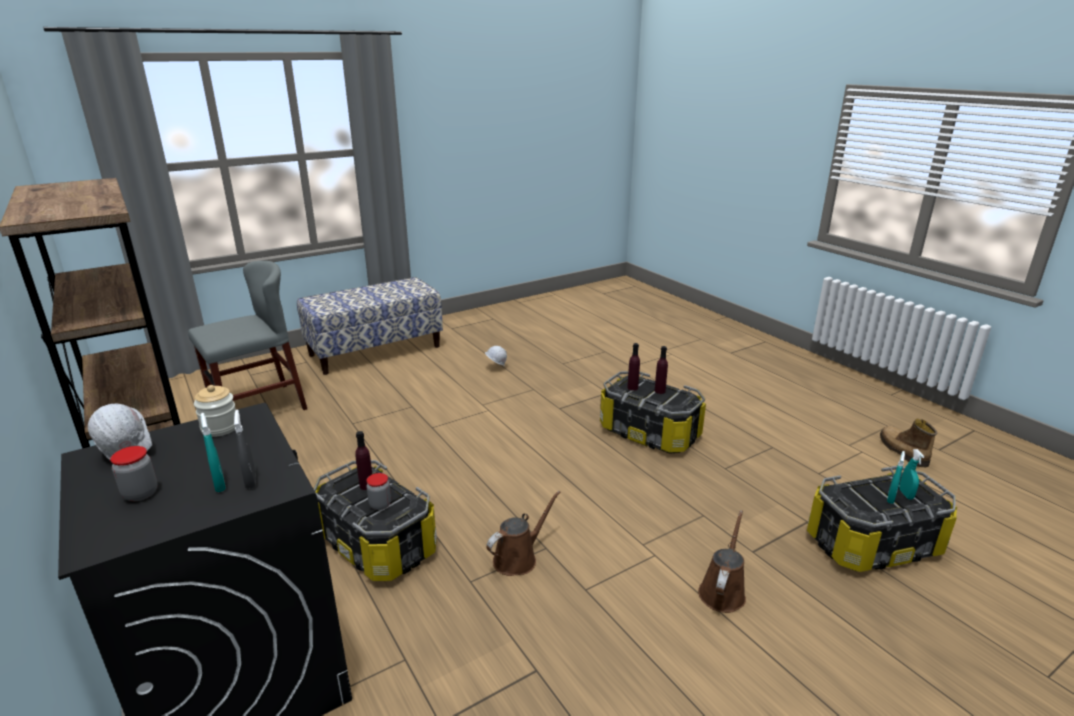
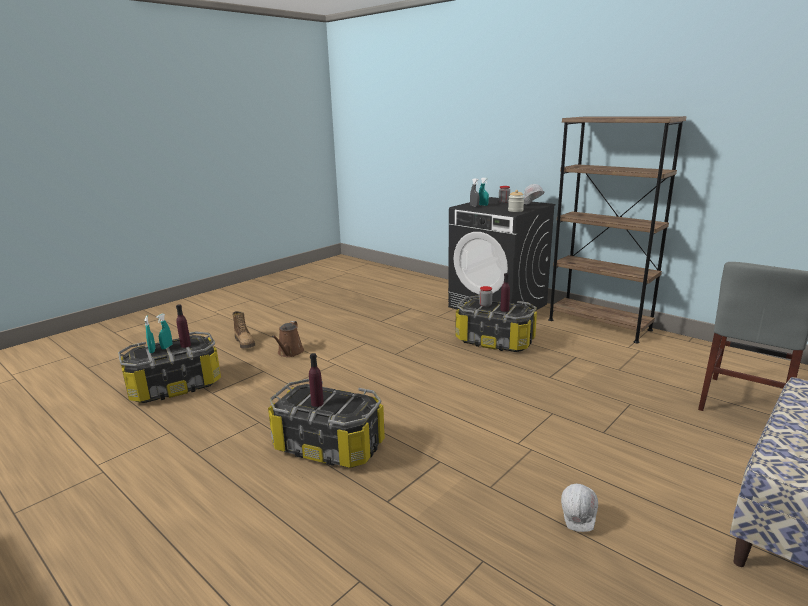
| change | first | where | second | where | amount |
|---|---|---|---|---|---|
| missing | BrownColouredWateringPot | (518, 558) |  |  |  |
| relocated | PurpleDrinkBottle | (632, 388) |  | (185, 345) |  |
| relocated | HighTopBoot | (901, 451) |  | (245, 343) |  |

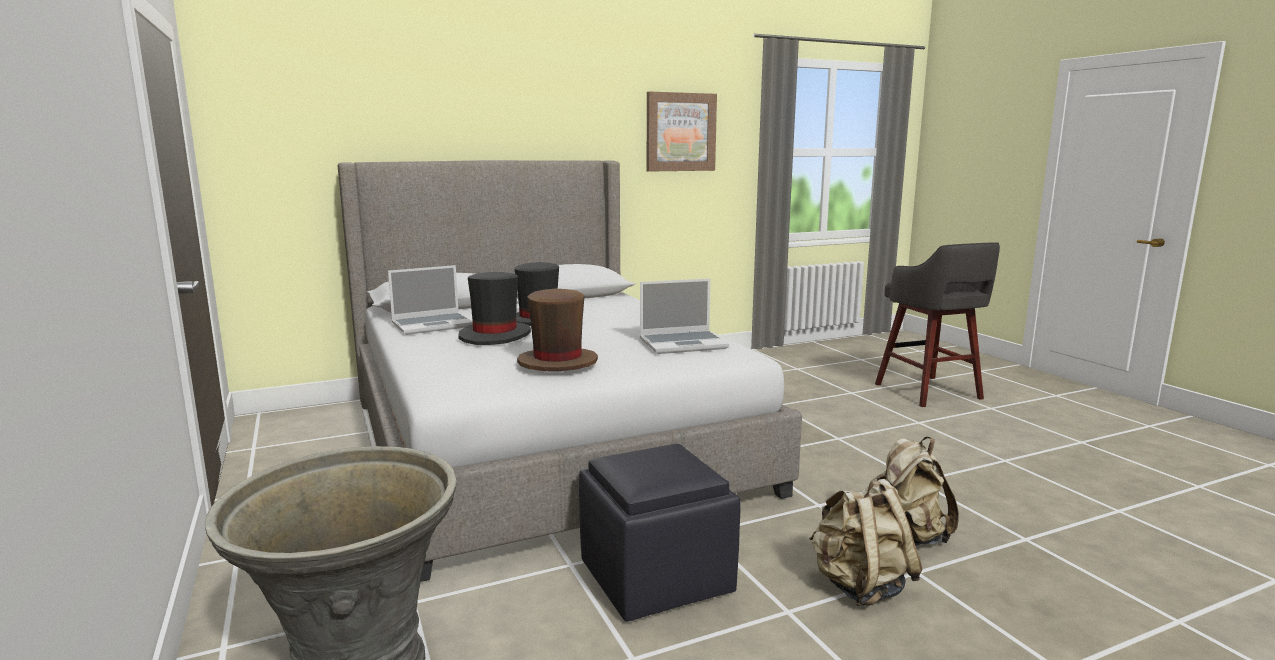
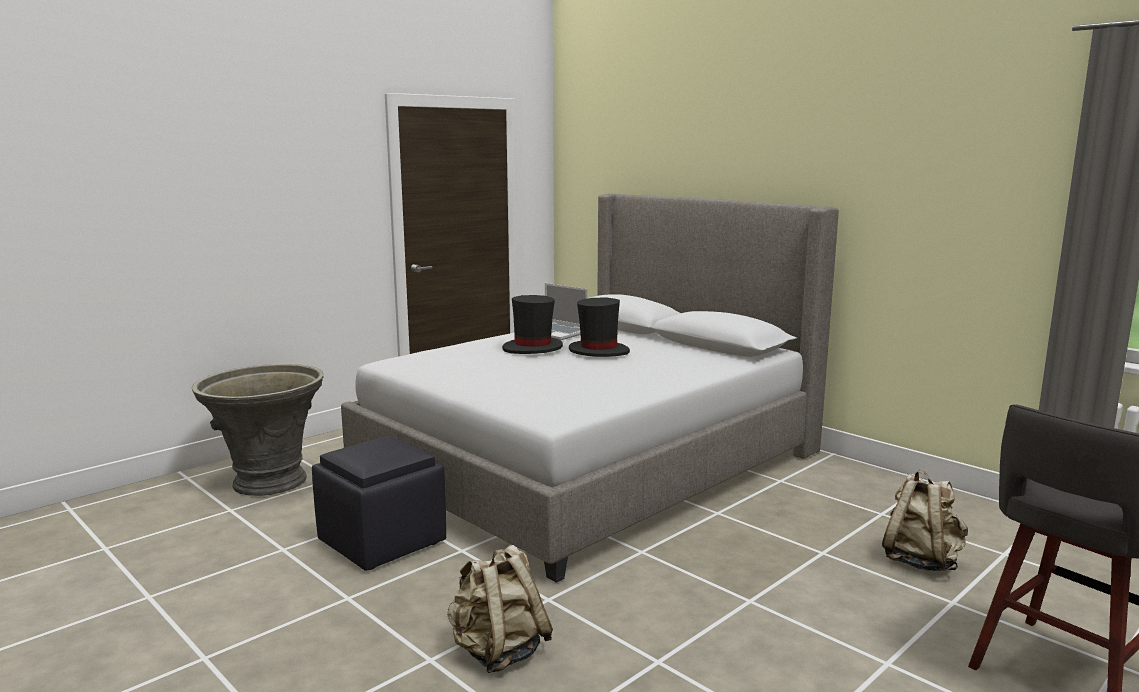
| change | first | where | second | where | amount |
|---|---|---|---|---|---|
| missing | BrownColouredClothingHat | (557, 362) |  |  |  |
| missing | Laptop | (683, 344) |  |  |  |
| missing | Picture | (680, 132) |  |  |  |
| relocated | SandColouredBackpack | (860, 586) |  | (920, 561) |  |

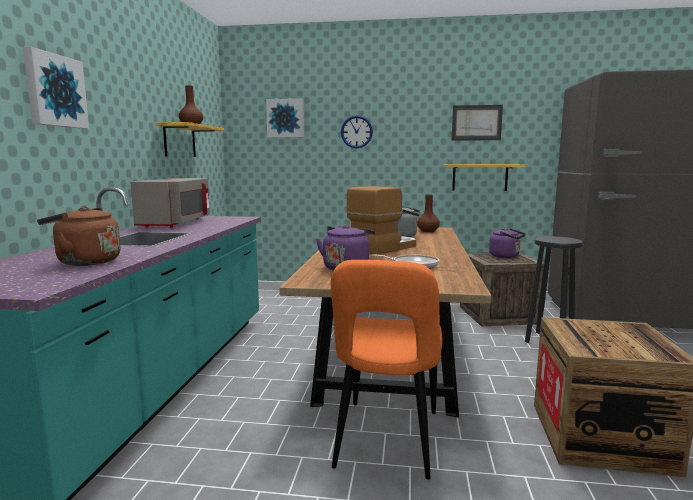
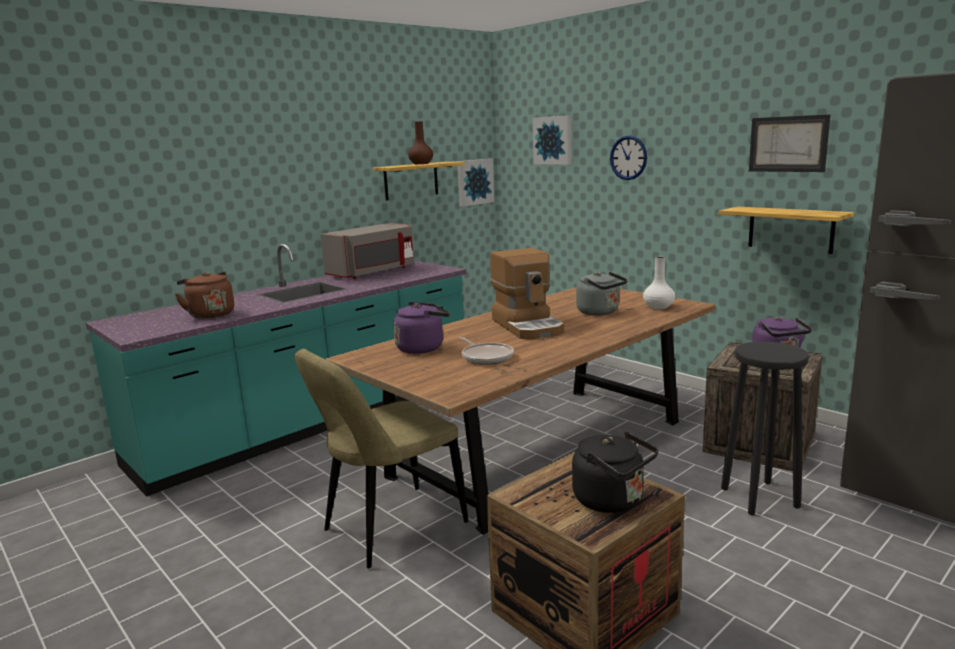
| change | first | where | second | where | amount |
|---|---|---|---|---|---|
| relocated | Picture | (54, 91) |  | (474, 182) |  |
| colour | OrangeColouredPlainChair | (386, 442) | SandColouredPlainChair | (389, 528) |  |
| spun | CoffeeBrewer | (382, 247) |  | (528, 326) | 75 degrees clockwise |
| colour | BrownColouredFlowerVase | (427, 231) | WhiteFlowerVase | (658, 307) |  |
| appeared |  |  | BlackColouredKettle | (612, 501) |  |

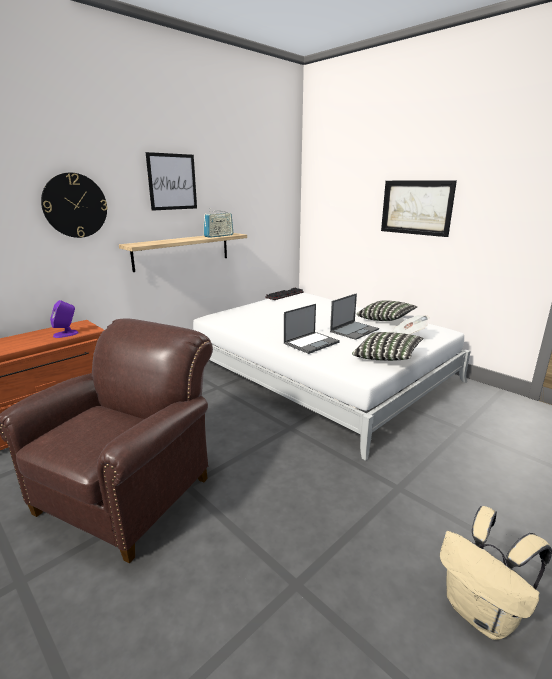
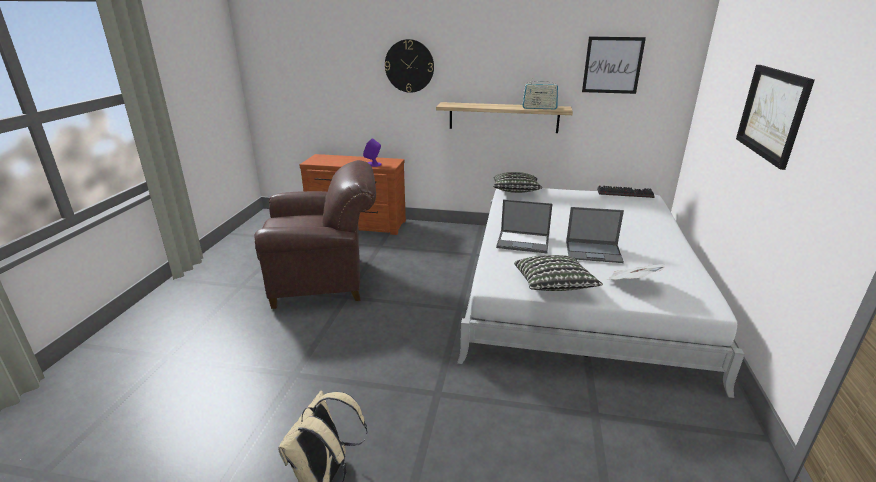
| change | first | where | second | where | amount |
|---|---|---|---|---|---|
| relocated | Picture | (172, 182) |  | (612, 65) |  |
| relocated | ThrowPillow | (385, 320) |  | (515, 192) |  |

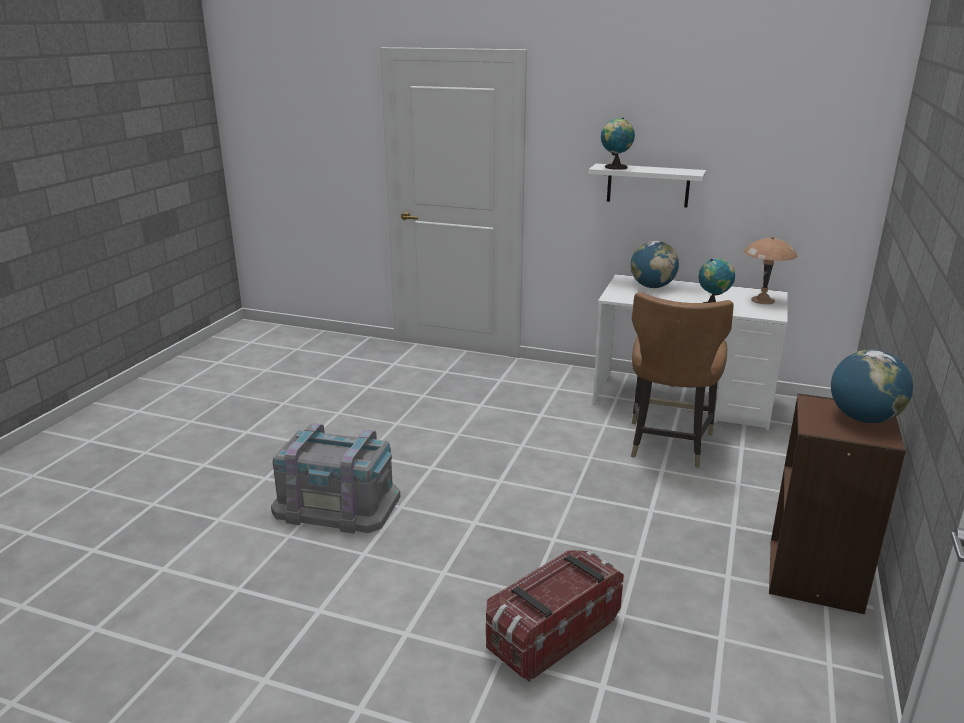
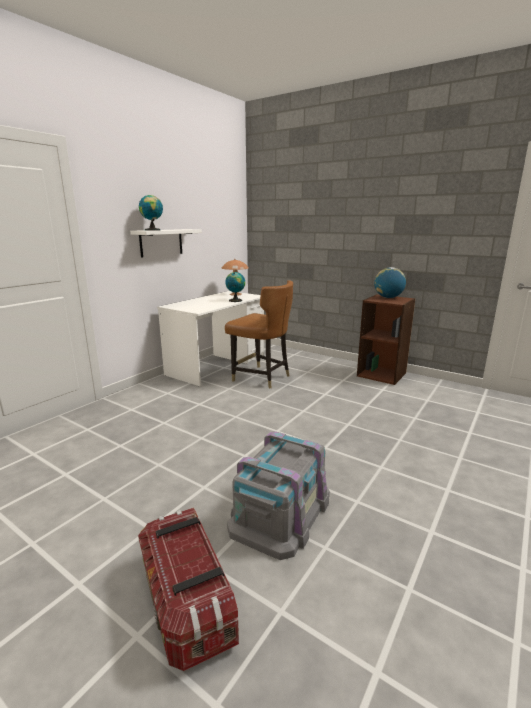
| change | first | where | second | where | amount |
|---|---|---|---|---|---|
| relocated | StorageBox | (552, 633) |  | (187, 602) |  |
| missing | Globe | (652, 287) |  |  |  |

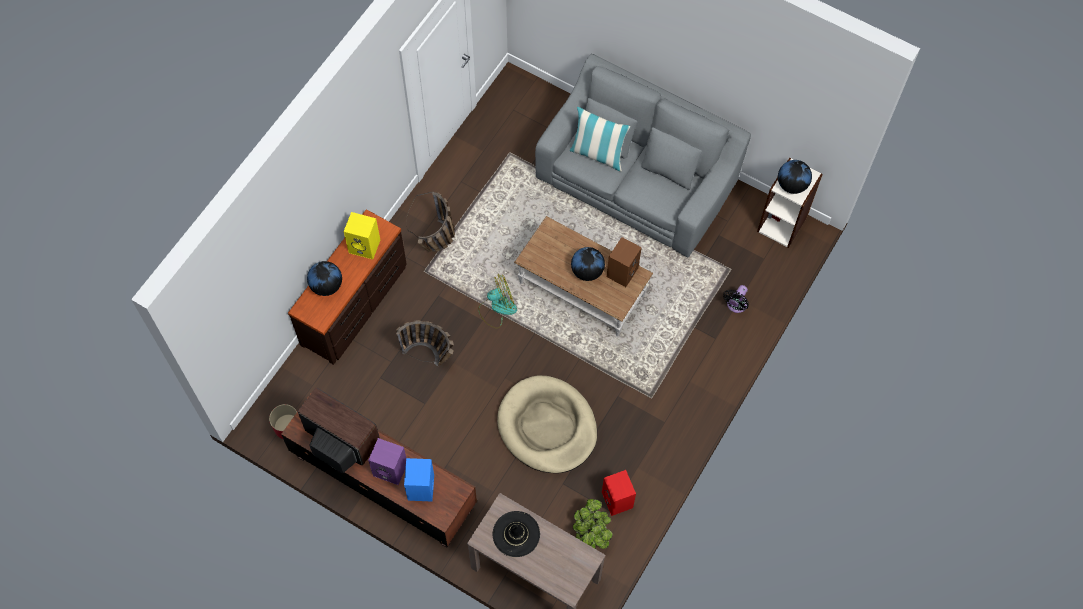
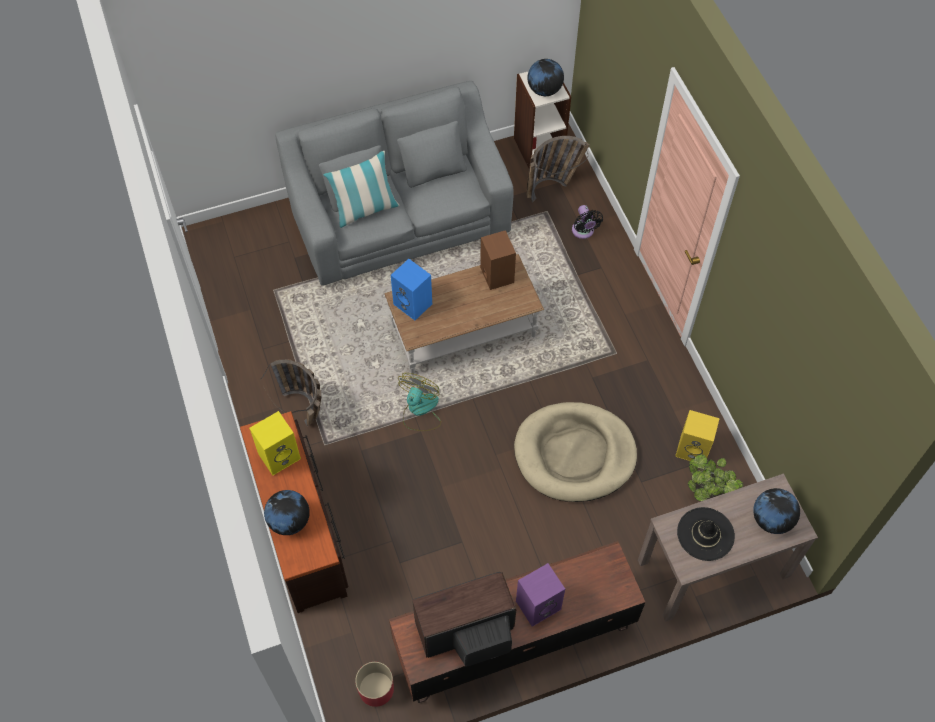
| change | first | where | second | where | amount |
|---|---|---|---|---|---|
| relocated | Basket | (430, 357) |  | (553, 186) |  |
| relocated | BlueColouredLoudspeaker | (421, 488) |  | (414, 304) |  |
| relocated | Globe | (587, 271) |  | (771, 519) |  |
| colour | RedLoudspeaker | (618, 500) | YellowLoudspeaker | (693, 449) |  |

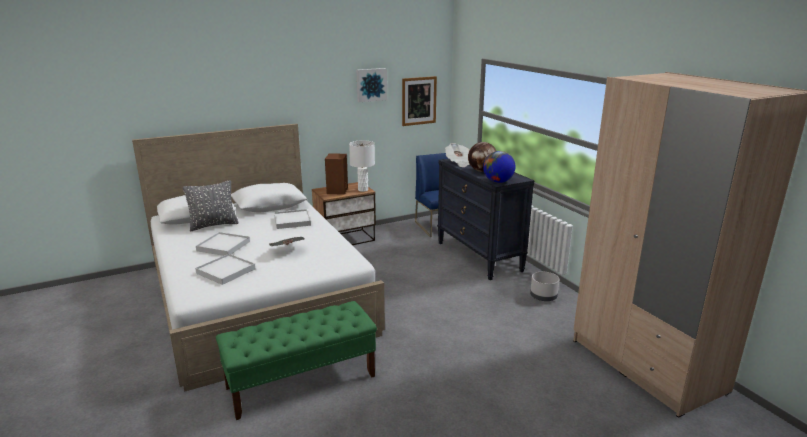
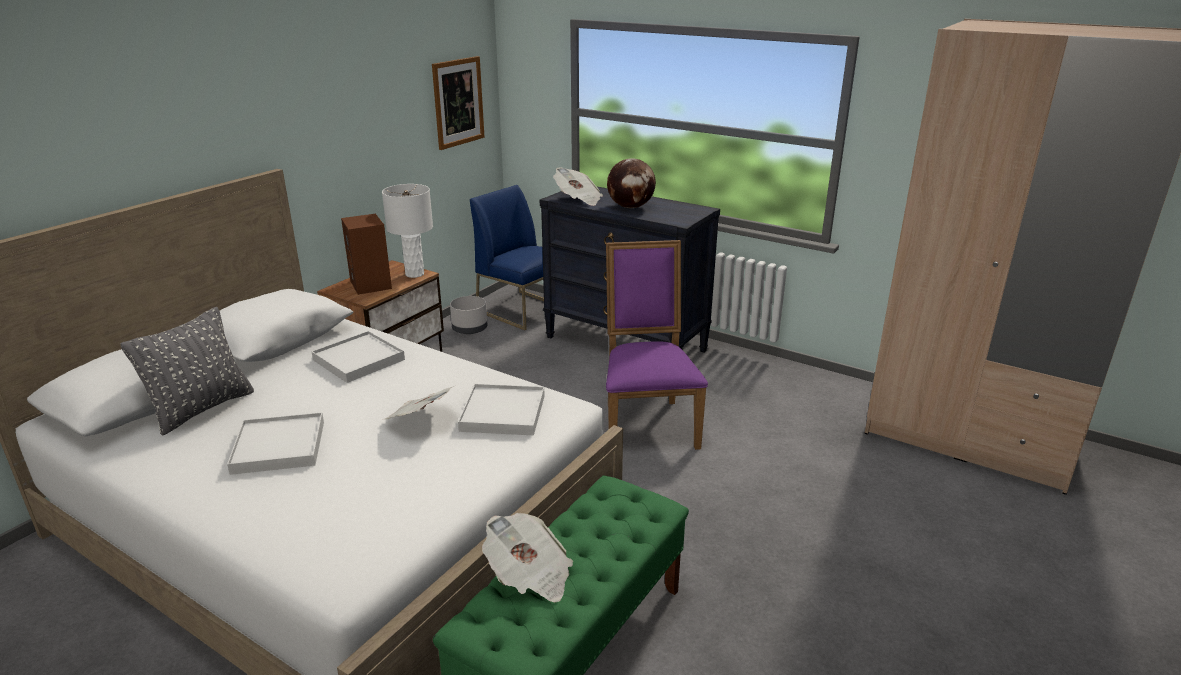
| change | first | where | second | where | amount |
|---|---|---|---|---|---|
| relocated | WhiteTray | (226, 271) |  | (503, 413) |  |
| missing | Picture | (371, 84) |  |  |  |
| missing | Globe | (498, 182) |  |  |  |
| relocated | GrayFlowerPot | (543, 296) |  | (470, 329) |  |
| appeared |  |  | DailyPaper | (530, 575) |  |
| appeared |  |  | PurplePlainChair | (647, 422) |  |

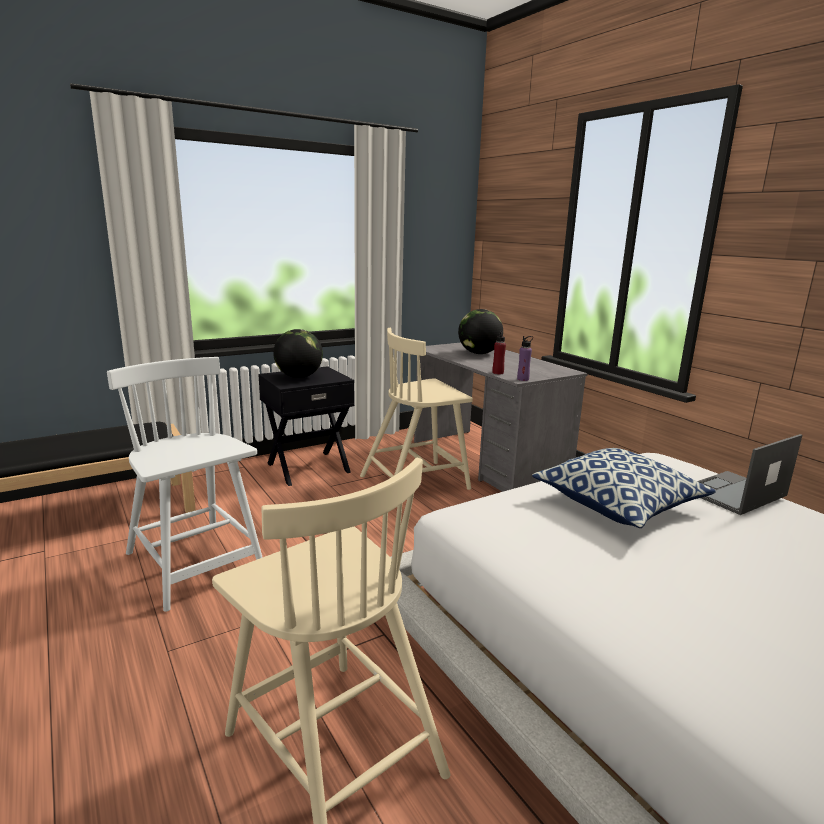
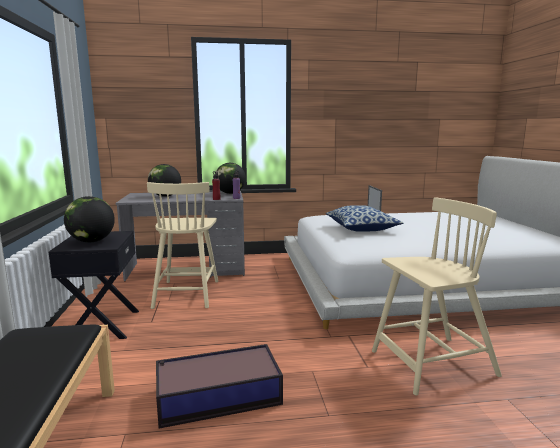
| change | first | where | second | where | amount |
|---|---|---|---|---|---|
| exchanged | WhitePlainChair | (195, 564) | StorageBox | (216, 396) |  |
| appeared |  |  | Globe | (230, 193) |  |

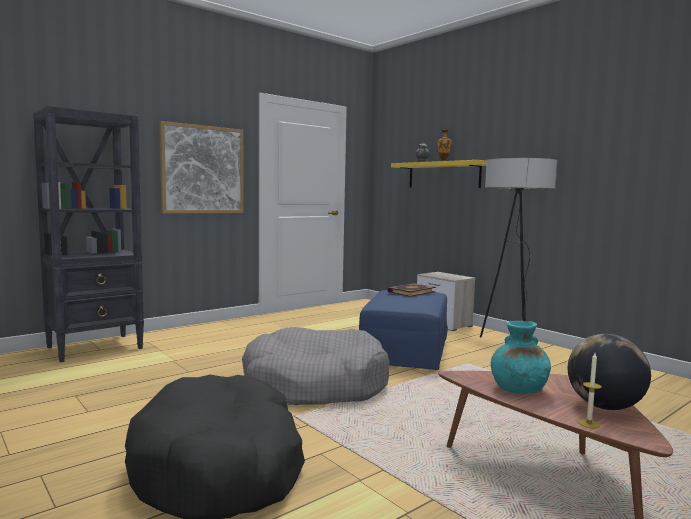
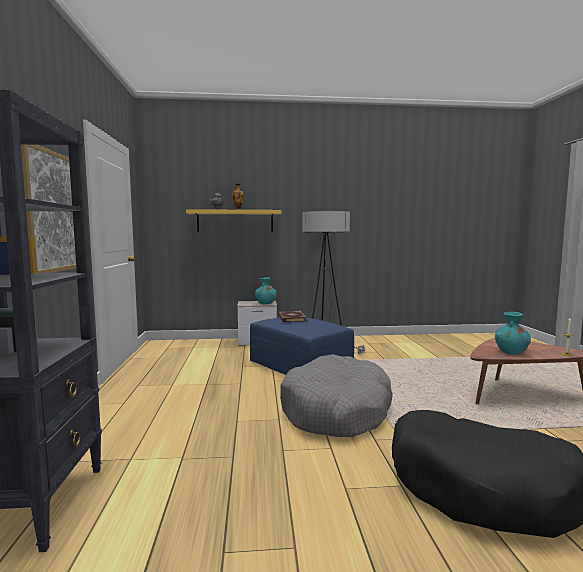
| change | first | where | second | where | amount |
|---|---|---|---|---|---|
| missing | Globe | (604, 406) |  |  |  |
| appeared |  |  | TurquoiseFlowerVase | (265, 303) |  |

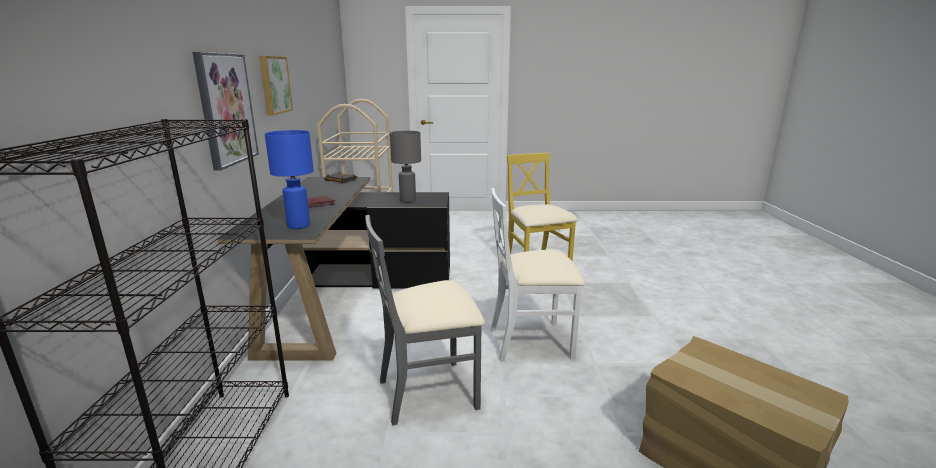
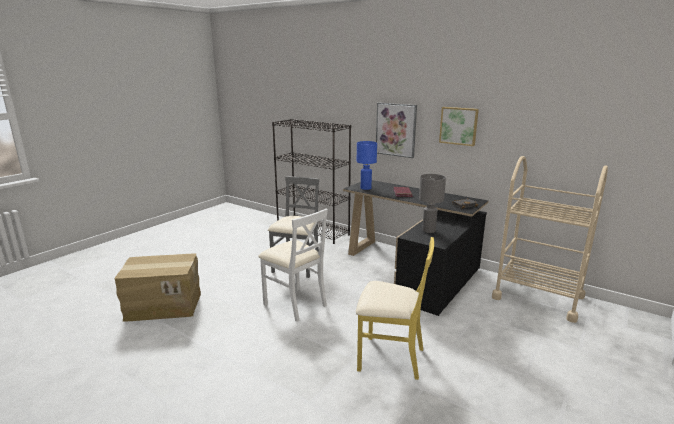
| change | first | where | second | where | amount |
|---|---|---|---|---|---|
| spun | WhitePlainChair | (531, 342) |  | (295, 304) | 105 degrees clockwise |

